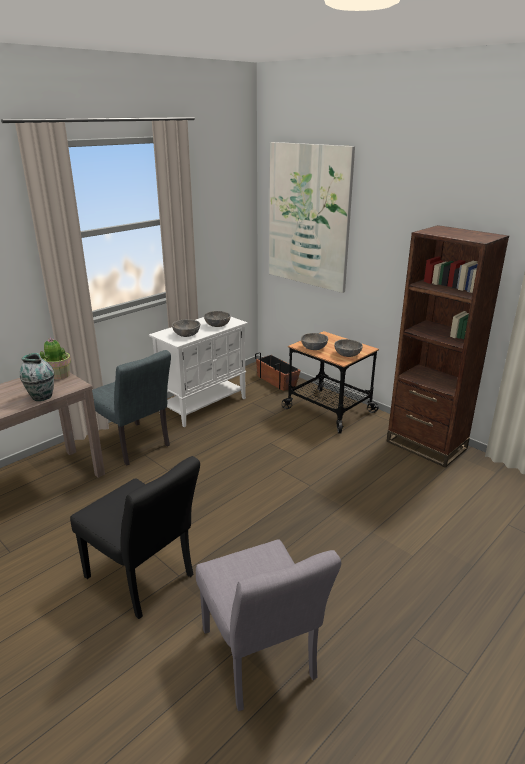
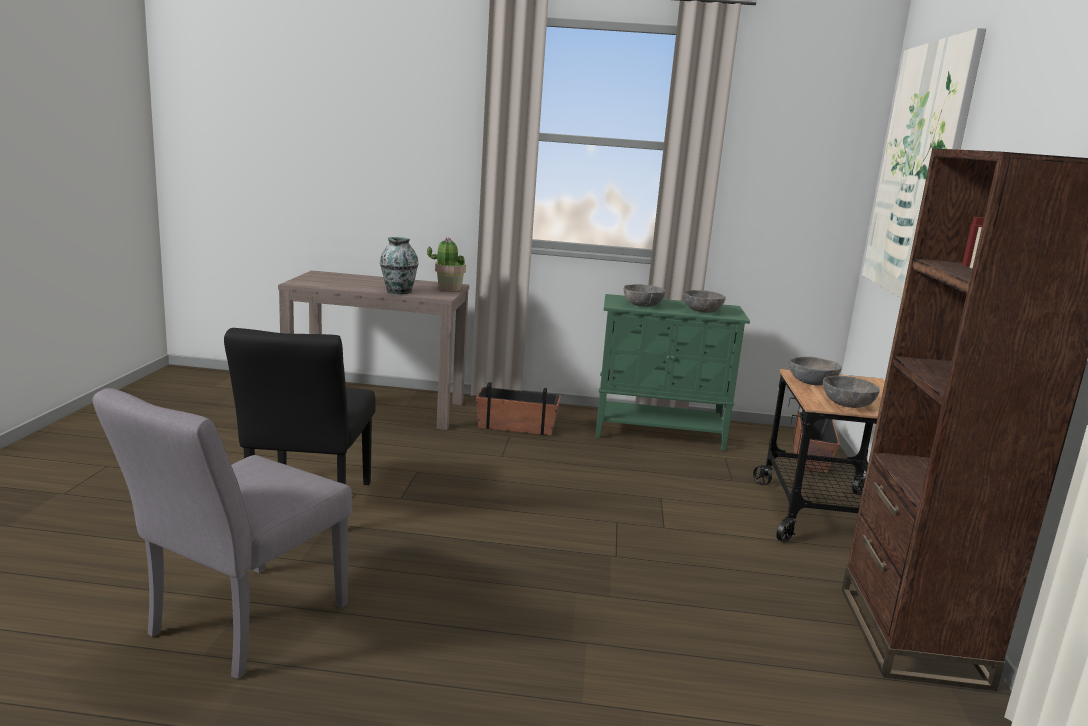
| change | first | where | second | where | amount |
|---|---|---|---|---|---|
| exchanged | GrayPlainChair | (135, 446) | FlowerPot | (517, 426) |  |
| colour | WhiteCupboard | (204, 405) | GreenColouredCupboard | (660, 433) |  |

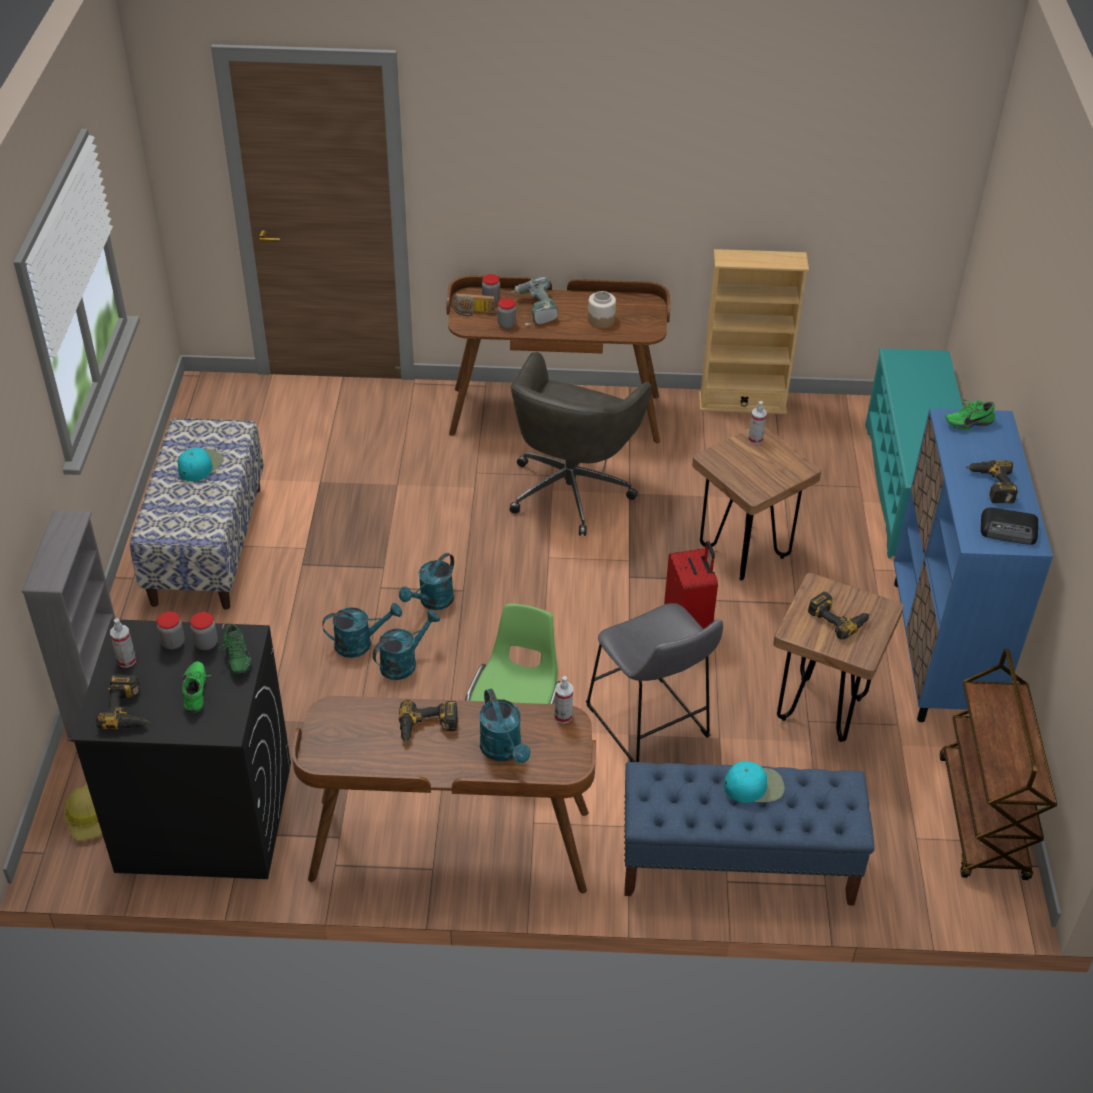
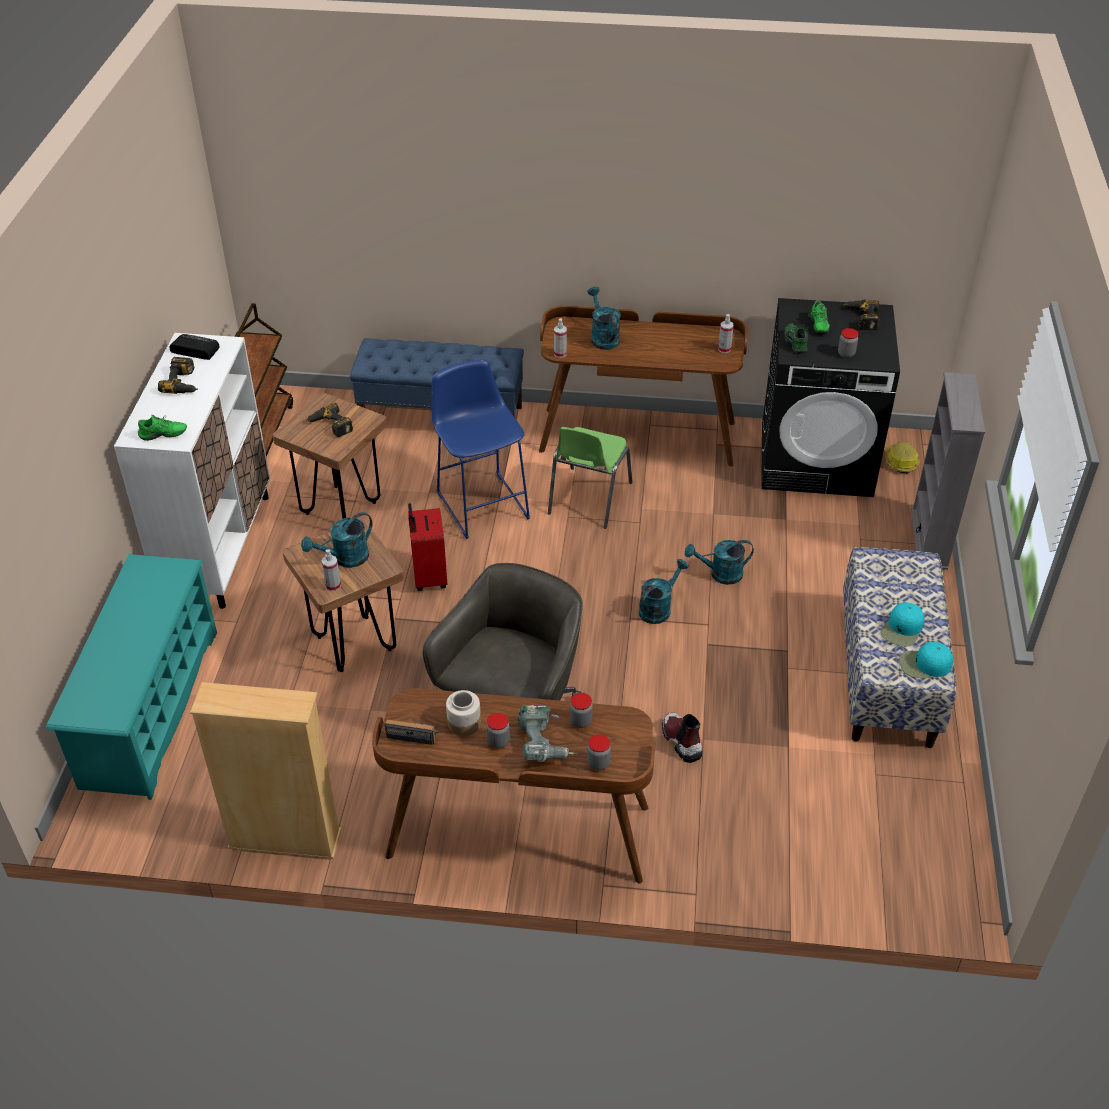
| change | first | where | second | where | amount |
|---|---|---|---|---|---|
| relocated | HandSprayer | (126, 660) |  | (724, 349) |  |
| relocated | PreserveJar | (206, 643) |  | (498, 741) |  |
| relocated | TurquoiseWateringPot | (404, 662) |  | (345, 559) |  |
| missing | Drill | (427, 727) |  |  |  |
| relocated | RadioSet | (473, 312) |  | (413, 735) |  |
| colour | GraySittingStool | (650, 726) | BlueColouredSittingStool | (481, 502) |  |
| relocated | TurquoisePeakedCap | (754, 785) |  | (924, 665) |  |
| colour | BlueColouredCupboard | (940, 651) | WhiteCupboard | (218, 547) |  |
| appeared |  |  | HighTopBoot | (680, 741) |  |

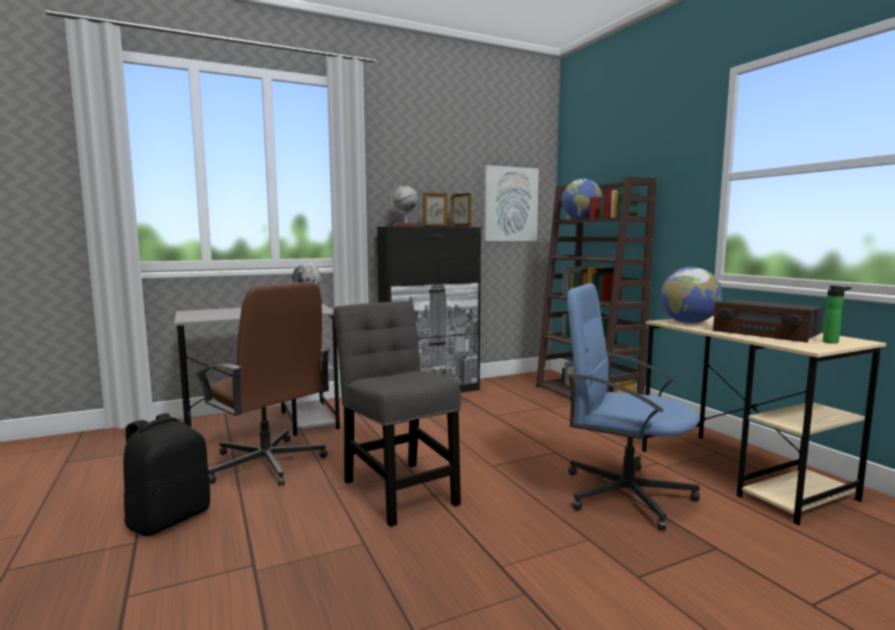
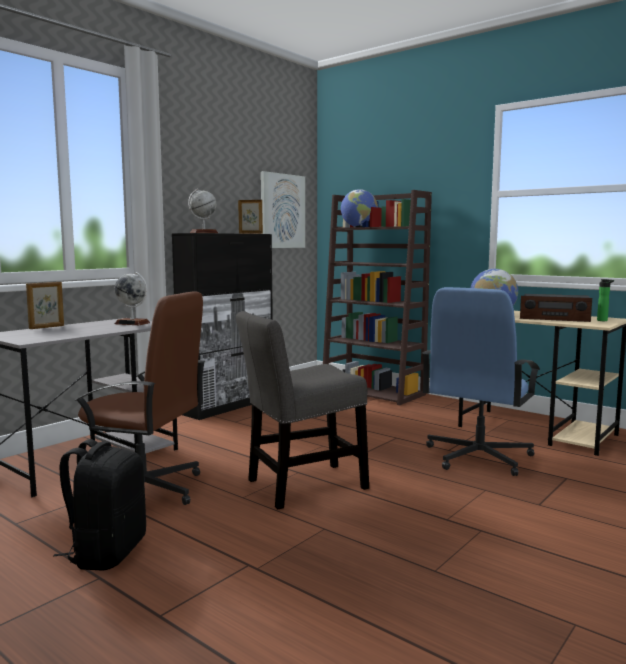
| change | first | where | second | where | amount |
|---|---|---|---|---|---|
| spun | GrayPlainChair | (398, 489) |  | (301, 486) | 60 degrees counterclockwise |
| relocated | PictureFrame | (435, 226) |  | (47, 327) |  |
| spun | BlueColouredDeskChair | (624, 494) |  | (477, 457) | 60 degrees counterclockwise |

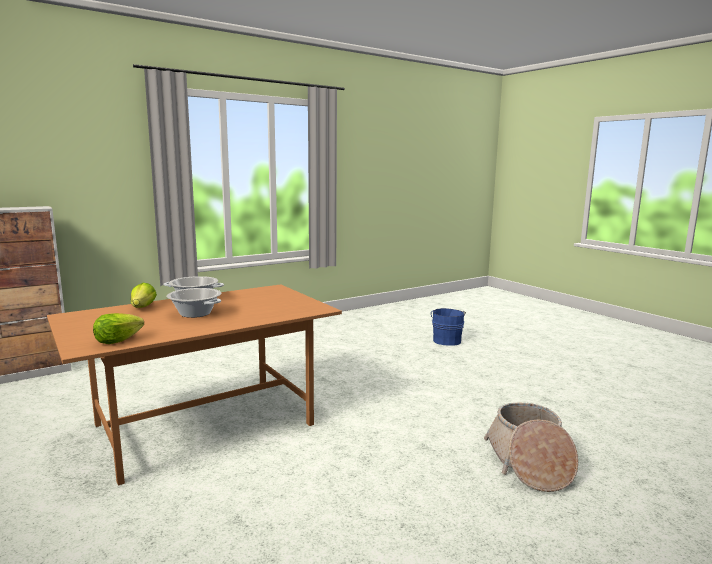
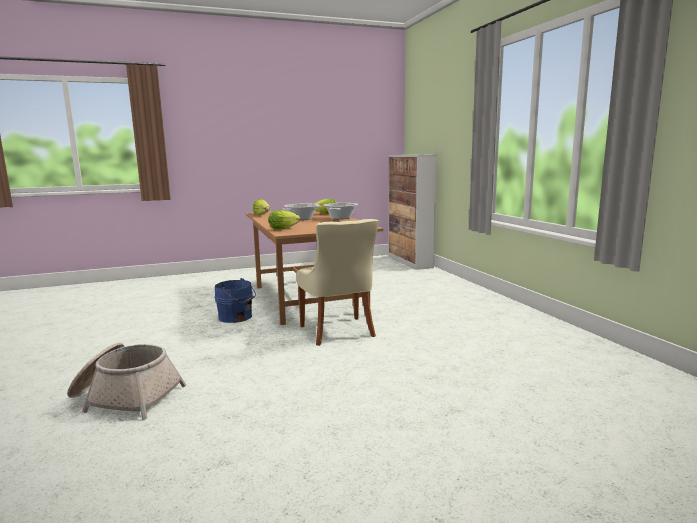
| change | first | where | second | where | amount |
|---|---|---|---|---|---|
| relocated | BlueColouredBucket | (447, 340) |  | (236, 317) |  |
| appeared |  |  | Lettuce | (282, 229) |  |
| appeared |  |  | SandColouredPlainChair | (338, 332) |  |

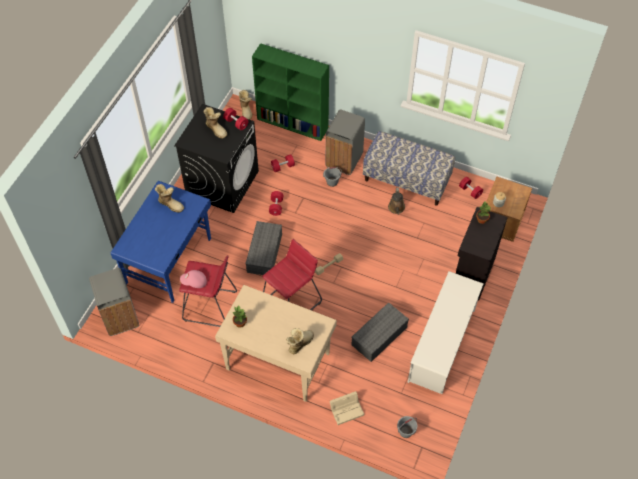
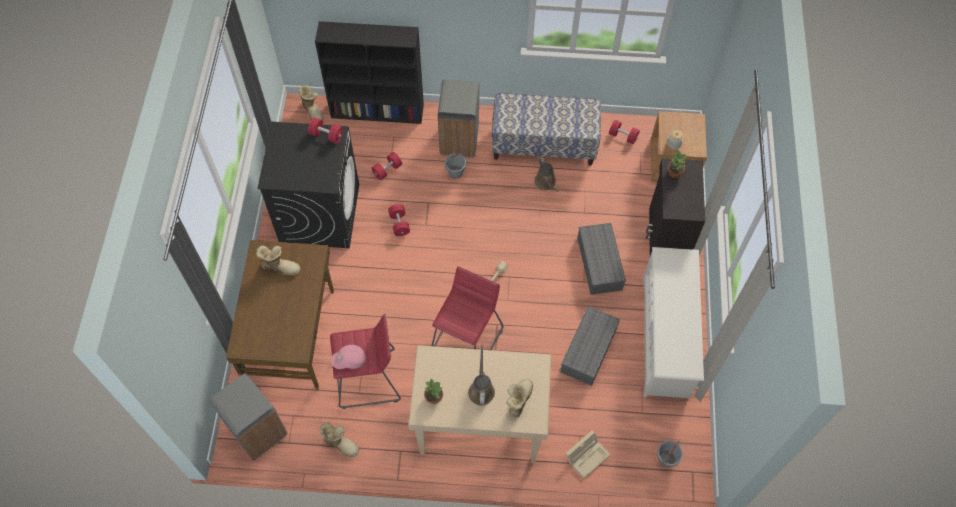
| change | first | where | second | where | amount |
|---|---|---|---|---|---|
| colour | BlueColouredDeskTable | (170, 260) | BrownColouredDeskTable | (292, 335) |  |
| relocated | HighTopBoot | (216, 129) |  | (341, 443) |  |
| relocated | GrayStorageBox | (265, 254) |  | (600, 264) |  |
| colour | GreenColouredShelvingUnit | (293, 123) | BlackColouredShelvingUnit | (378, 111) |  |
| appeared |  |  | BrownColouredWateringPot | (481, 389) |  |

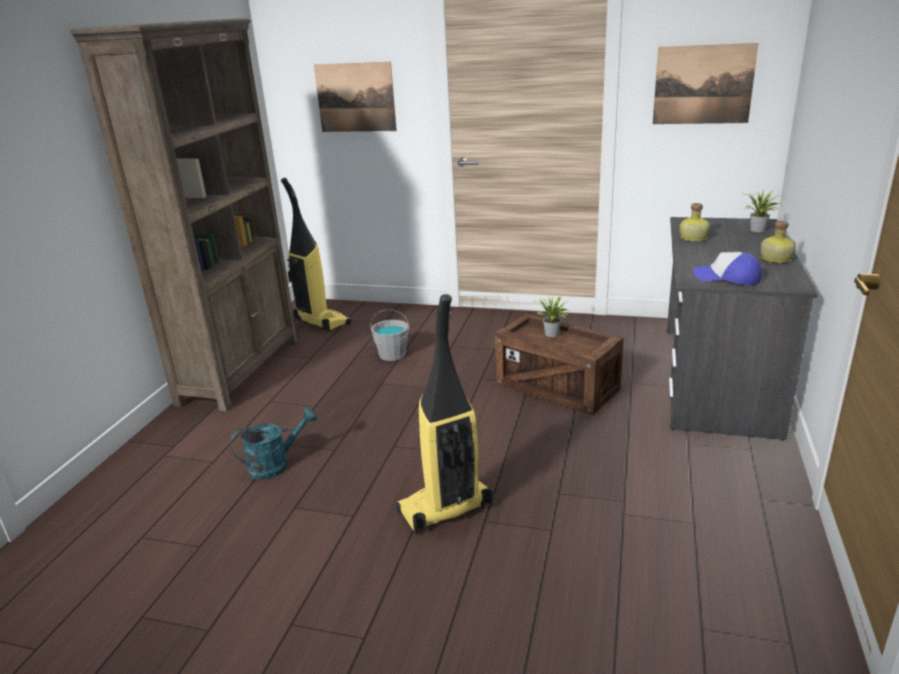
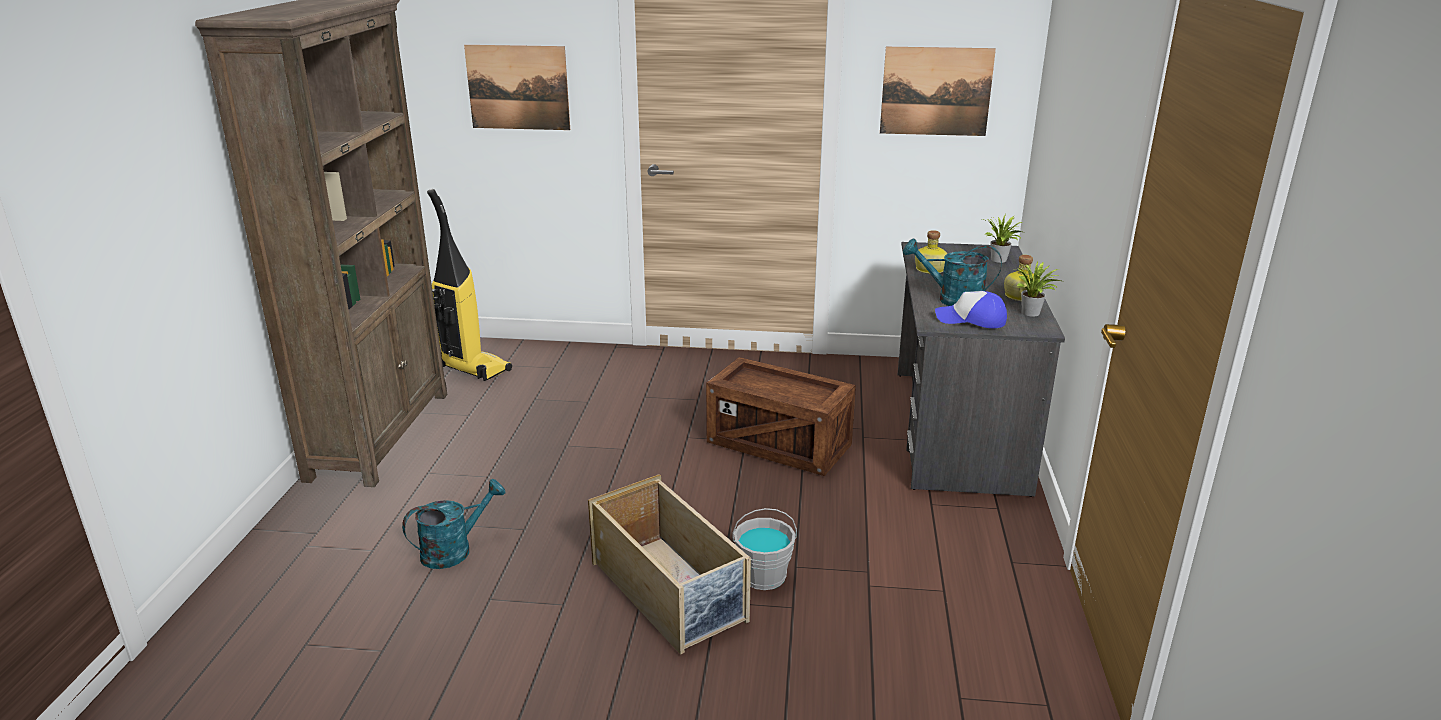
| change | first | where | second | where | amount |
|---|---|---|---|---|---|
| relocated | GrayBucket | (392, 354) |  | (763, 575) |  |
| exchanged | Vacuum | (445, 510) | SandColouredStorageBox | (670, 592) |  |
| relocated | PlantInAPot | (552, 335) |  | (1032, 314) |  |
| appeared |  |  | TurquoiseWateringPot | (952, 300) |  |

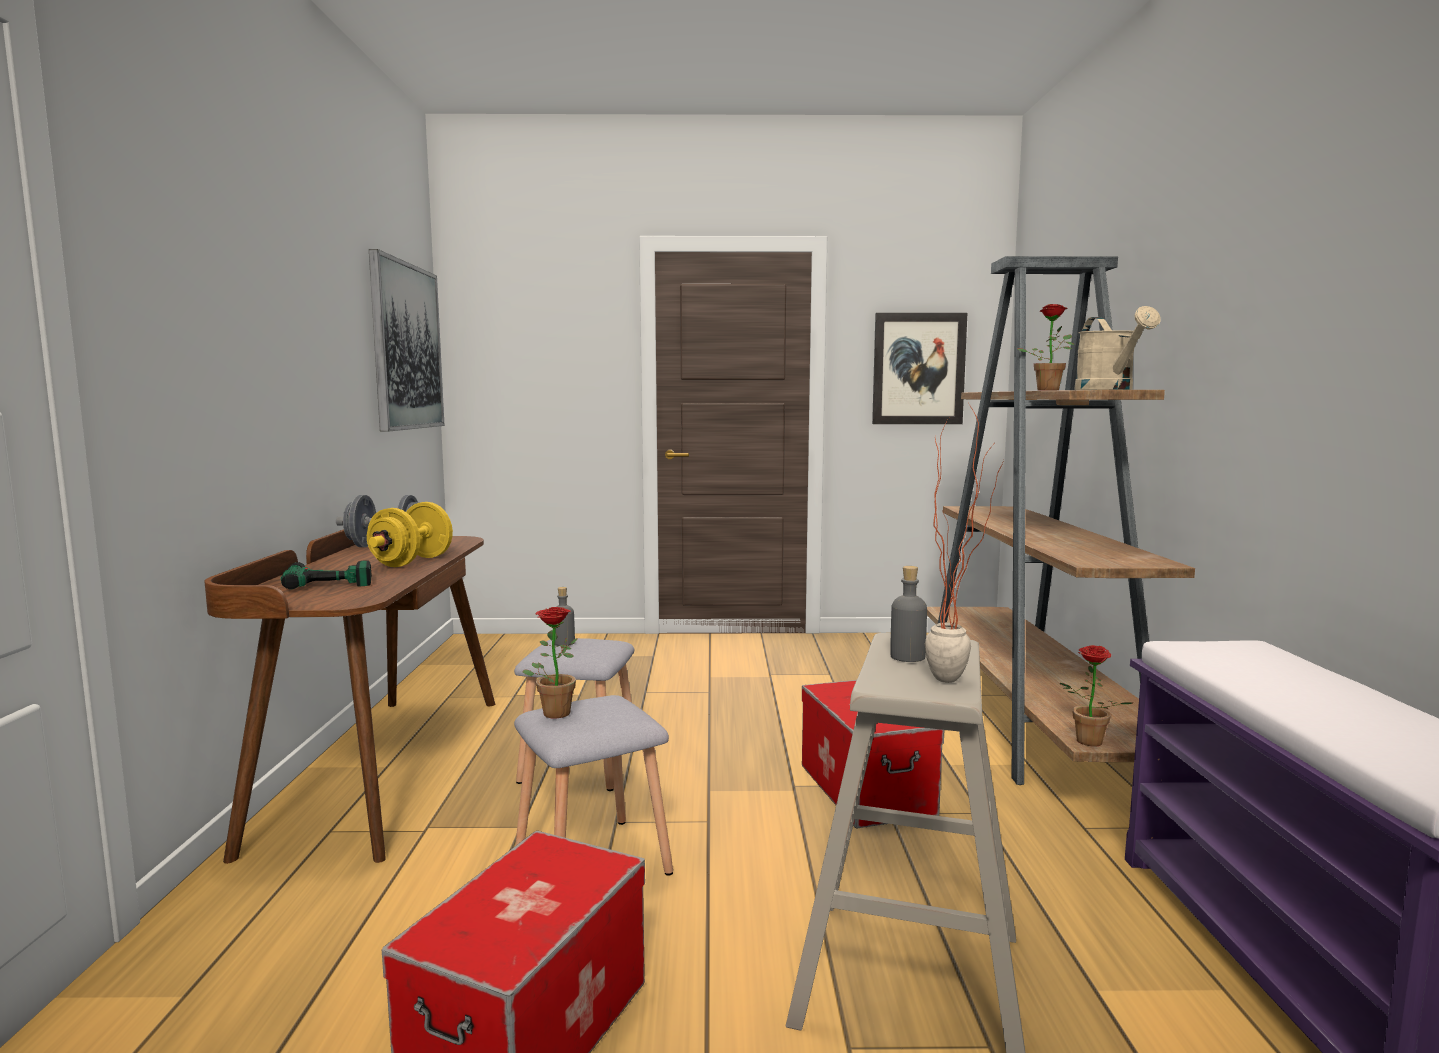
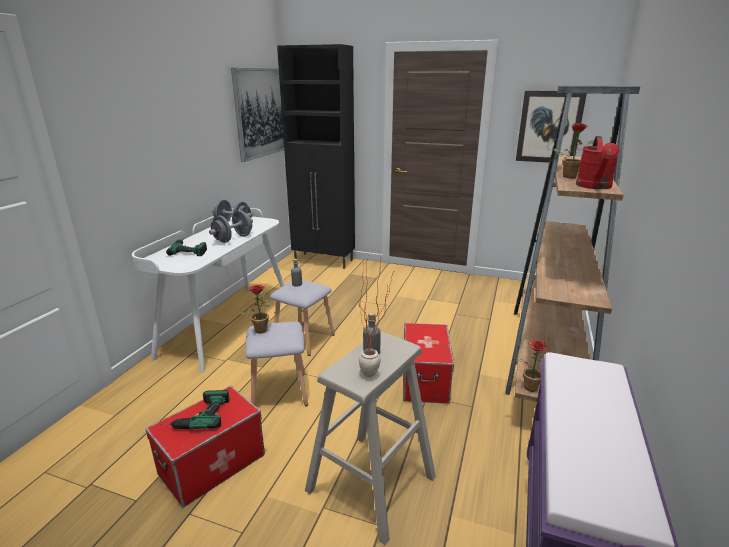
| change | first | where | second | where | amount |
|---|---|---|---|---|---|
| colour | BrownColouredDeskTable | (383, 766) | WhiteDeskTable | (227, 324) |  |
| colour | YellowFreeWeight | (412, 562) | GrayFreeWeight | (233, 239) |  |
| colour | SandColouredWateringPot | (1109, 389) | RedWateringPot | (594, 187) |  |
| appeared |  |  | Drill | (196, 415) |  |
| appeared |  |  | BlackColouredCupboard | (324, 261) |  |

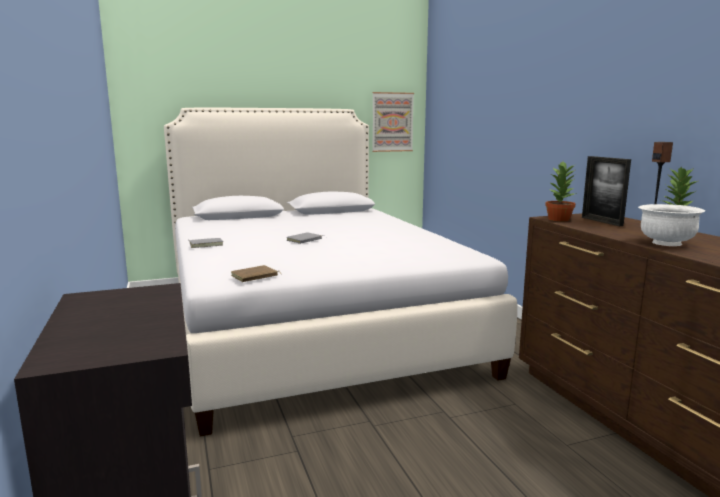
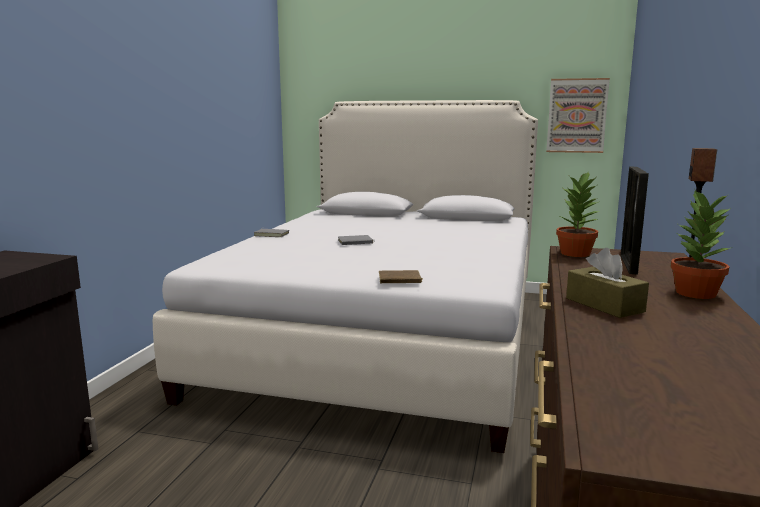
| change | first | where | second | where | amount |
|---|---|---|---|---|---|
| relocated | BrownColouredBoundBook | (255, 276) |  | (399, 280) |  |
| exchanged | WhiteBowl | (666, 243) | BrownColouredTissueBox | (604, 305) |  |

